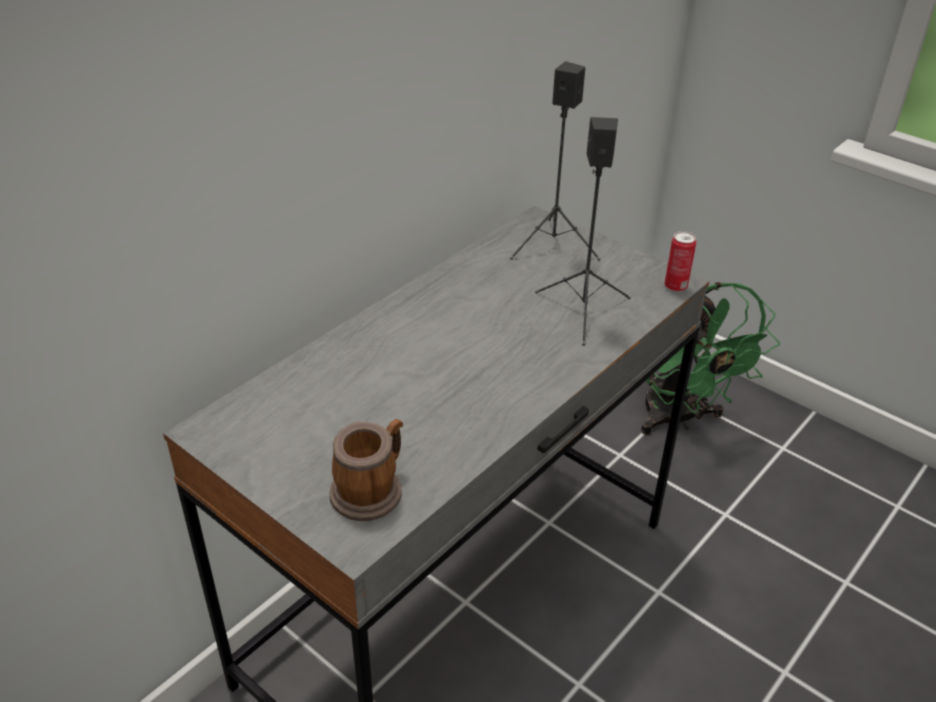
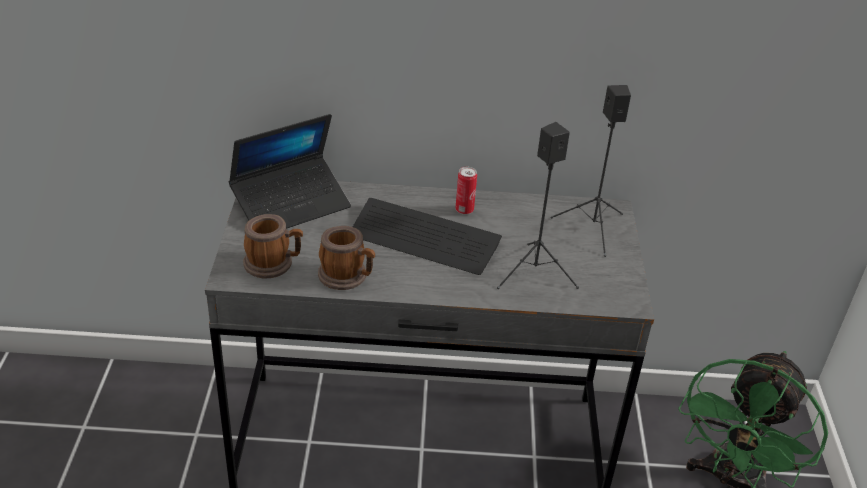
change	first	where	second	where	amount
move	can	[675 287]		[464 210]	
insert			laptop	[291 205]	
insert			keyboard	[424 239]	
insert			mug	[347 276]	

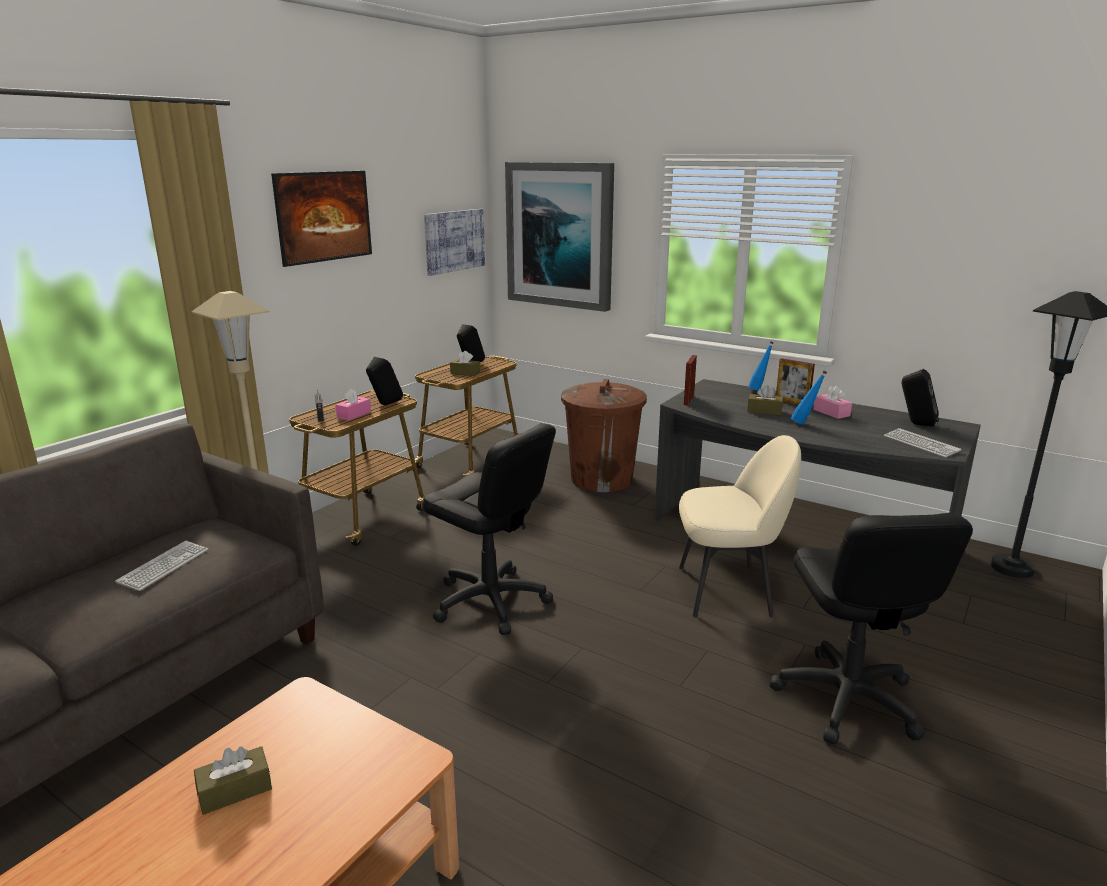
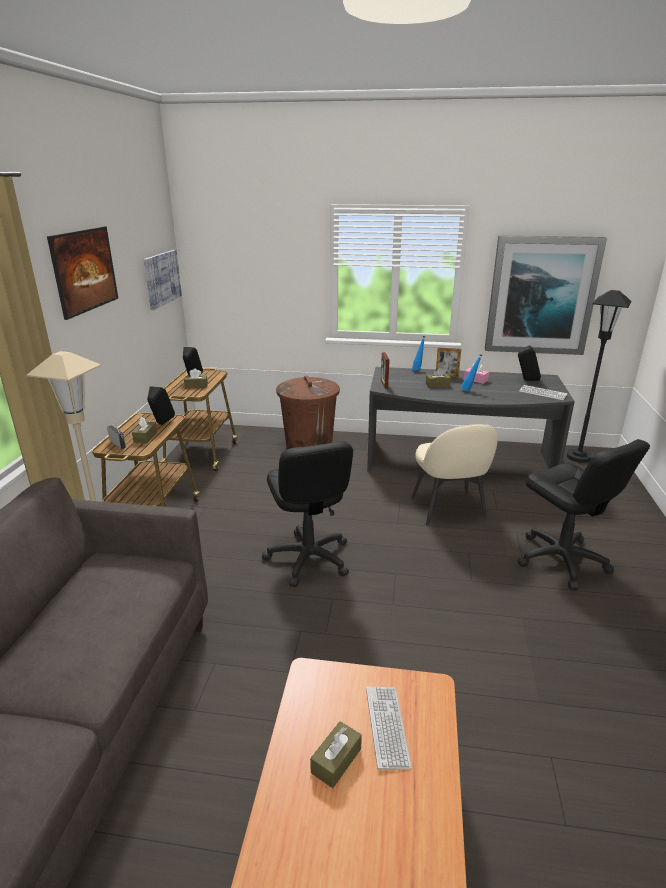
change	first	where	second	where	amount
move	picture	[560 235]		[541 295]	
recolor	tissue box/pink	[354 414]	tissue box/brown	[145 437]	
rotate	office chair/black	[490 602]		[308 558]	60 degrees clockwise
rotate	chair/beige	[727 591]		[448 510]	105 degrees clockwise
move	keyboard	[164 566]		[387 727]	

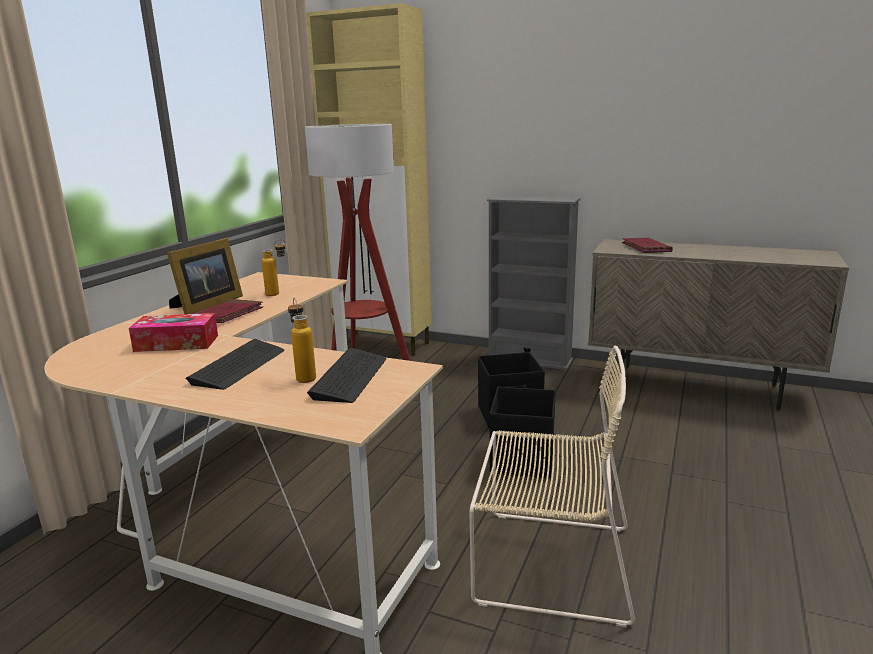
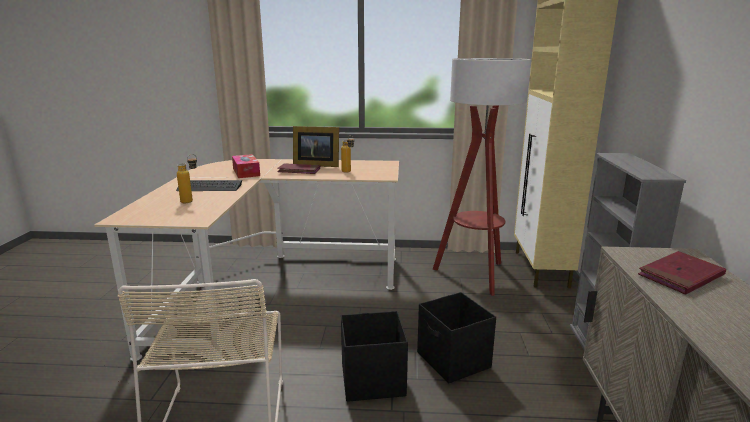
change	first	where	second	where	amount
delete	keyboard	[350 377]			

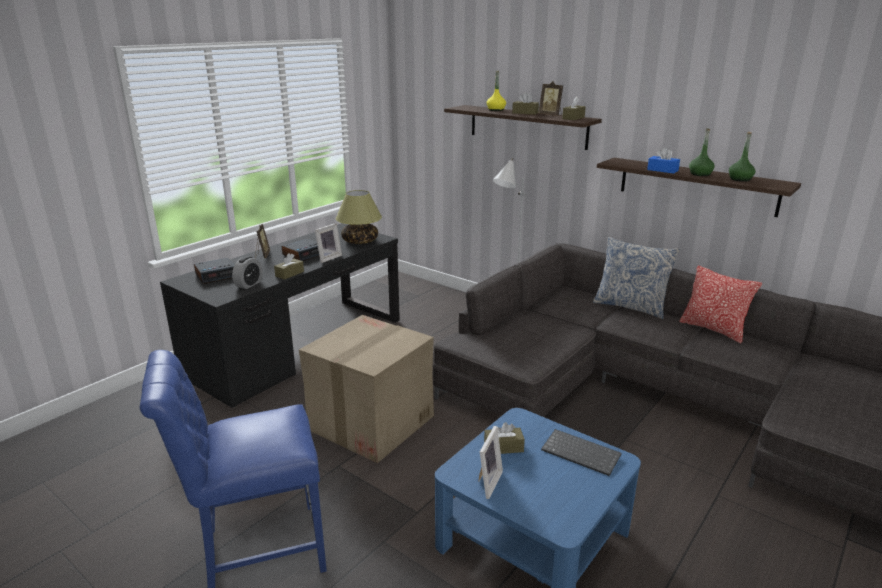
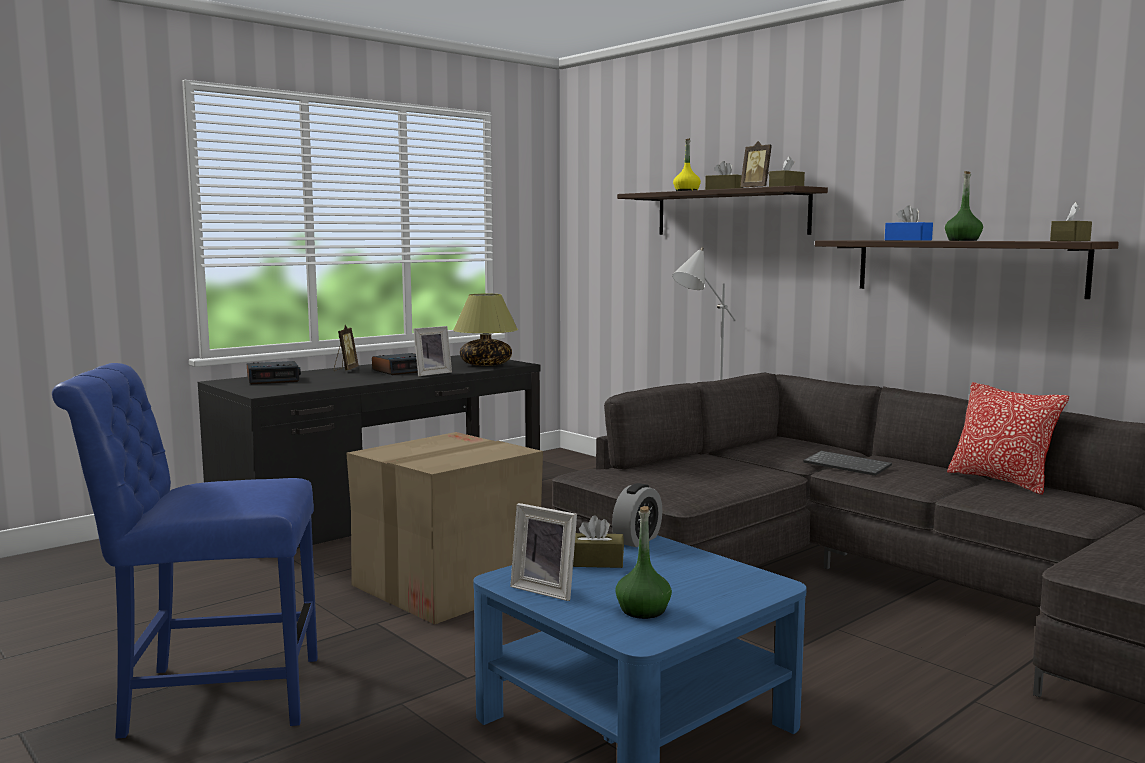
change	first	where	second	where	amount
move	bottle/green	[740 179]		[643 611]	
delete	pillow	[630 306]			
move	tissue box/brown	[289 274]		[1070 241]	
move	alarm clock	[249 284]		[637 540]	
rotate	picture frame	[486 482]		[547 589]	90 degrees clockwise
move	keyboard	[582 453]		[848 465]	

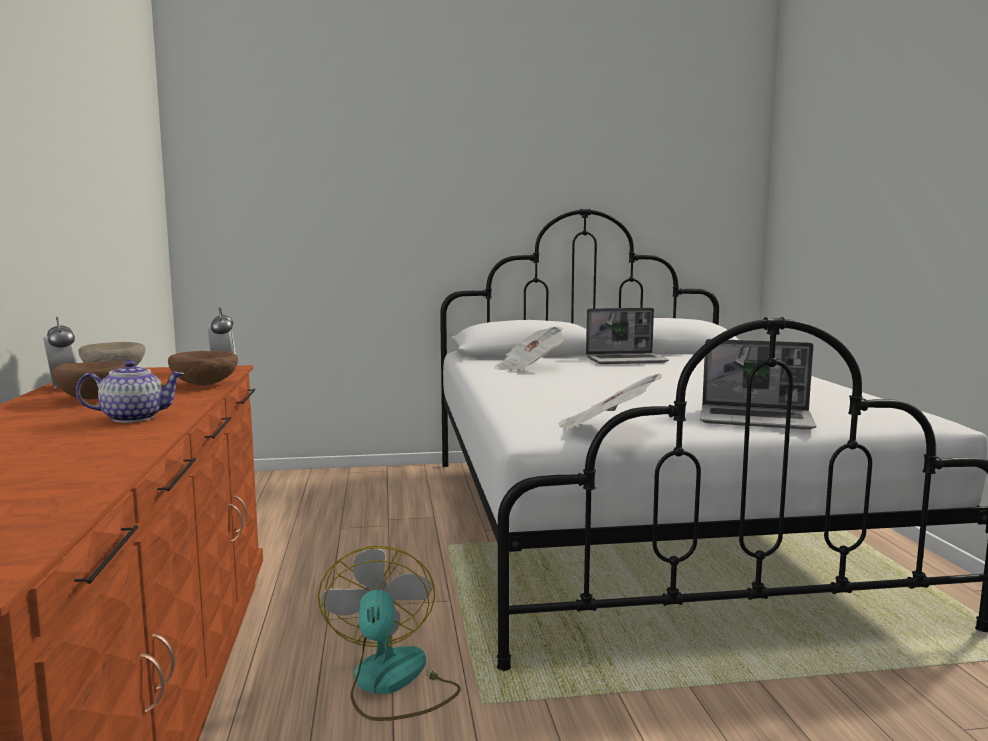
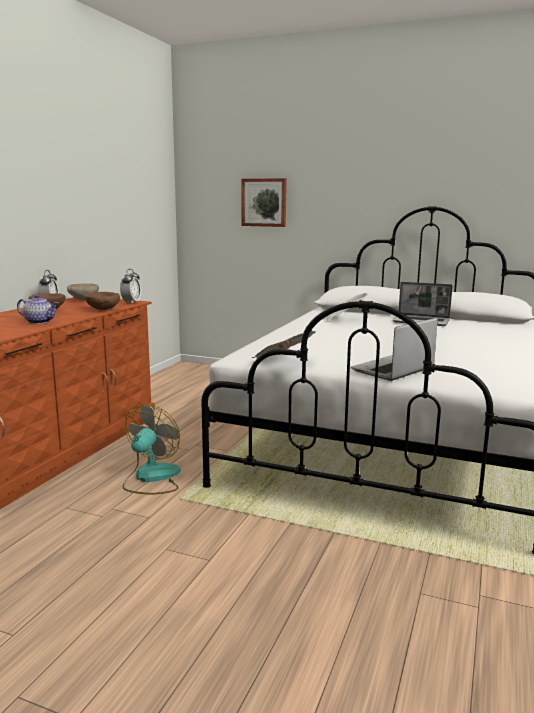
change	first	where	second	where	amount
rotate	laptop	[757 419]		[392 370]	90 degrees clockwise
insert			picture	[264 202]	

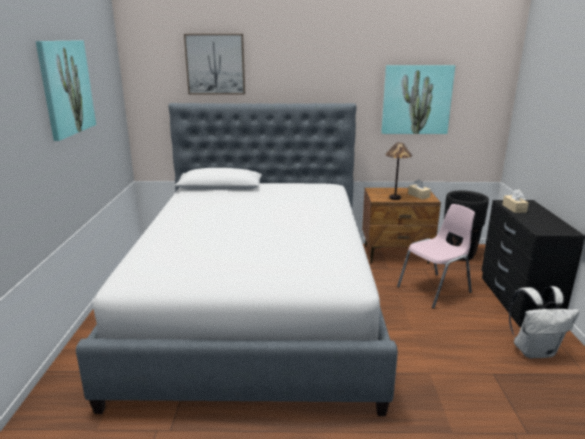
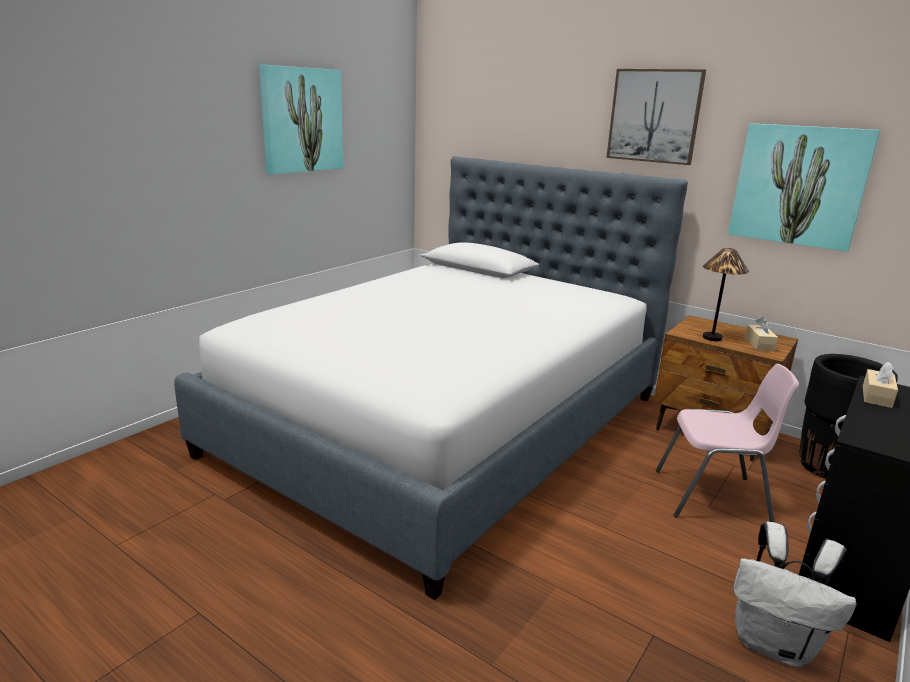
change	first	where	second	where	amount
move	picture	[215 64]		[654 116]	

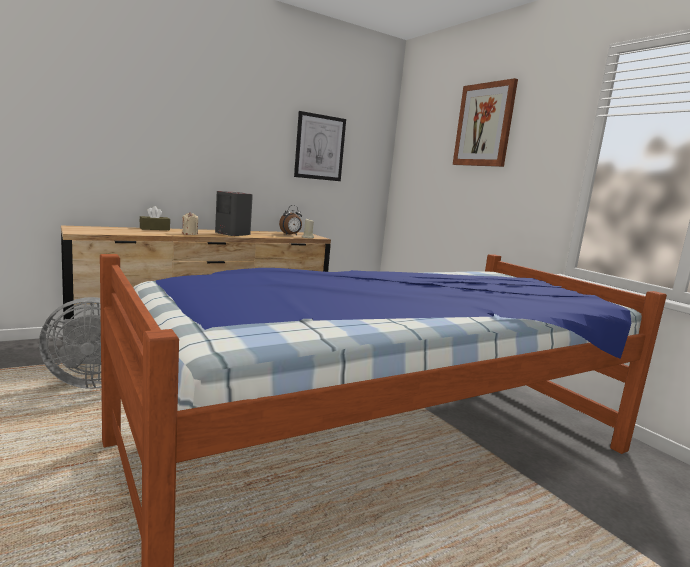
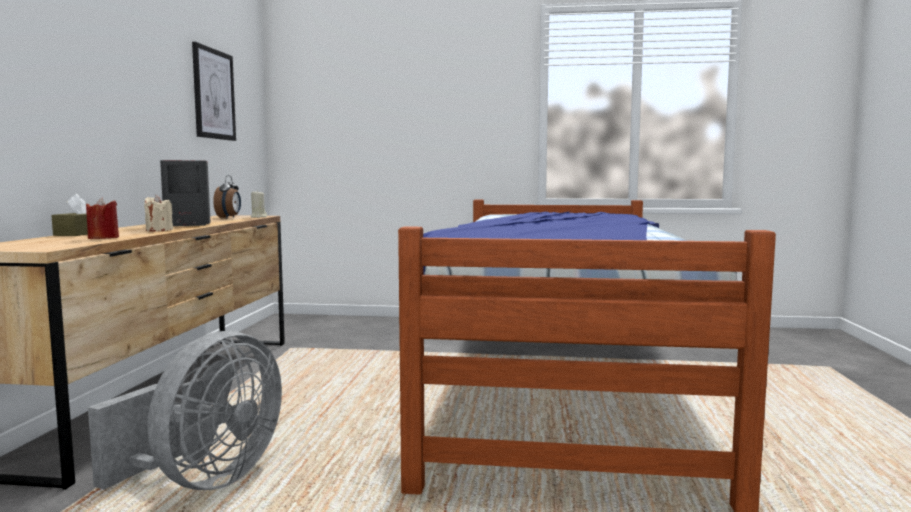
change	first	where	second	where	amount
delete	picture	[484 125]			
insert			candle/red	[103 238]	

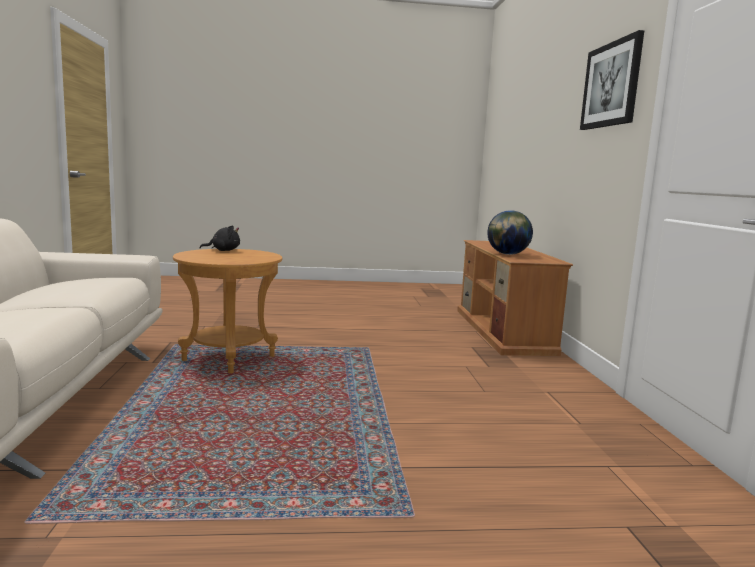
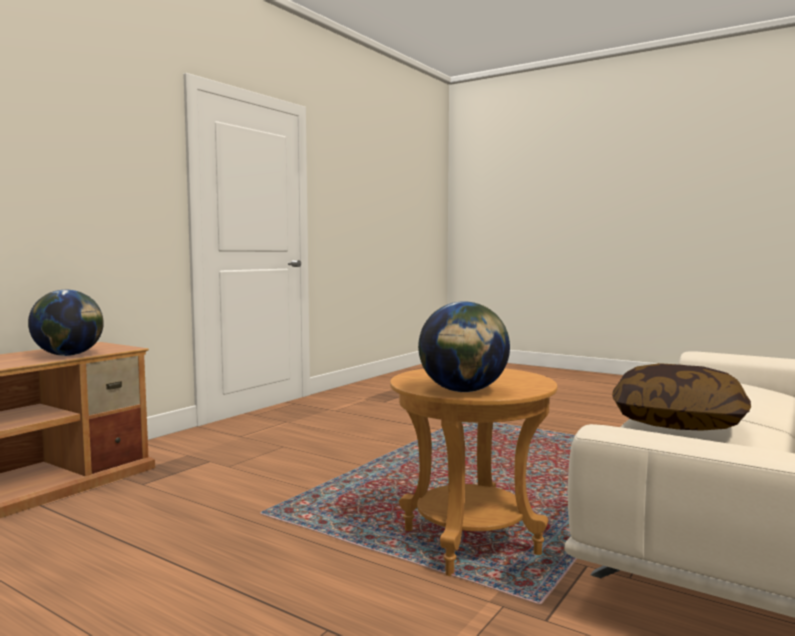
change	first	where	second	where	amount
delete	picture	[611 85]			
replace	plush toy/black	[223 250]	globe	[463 391]	
insert			pillow	[678 422]	

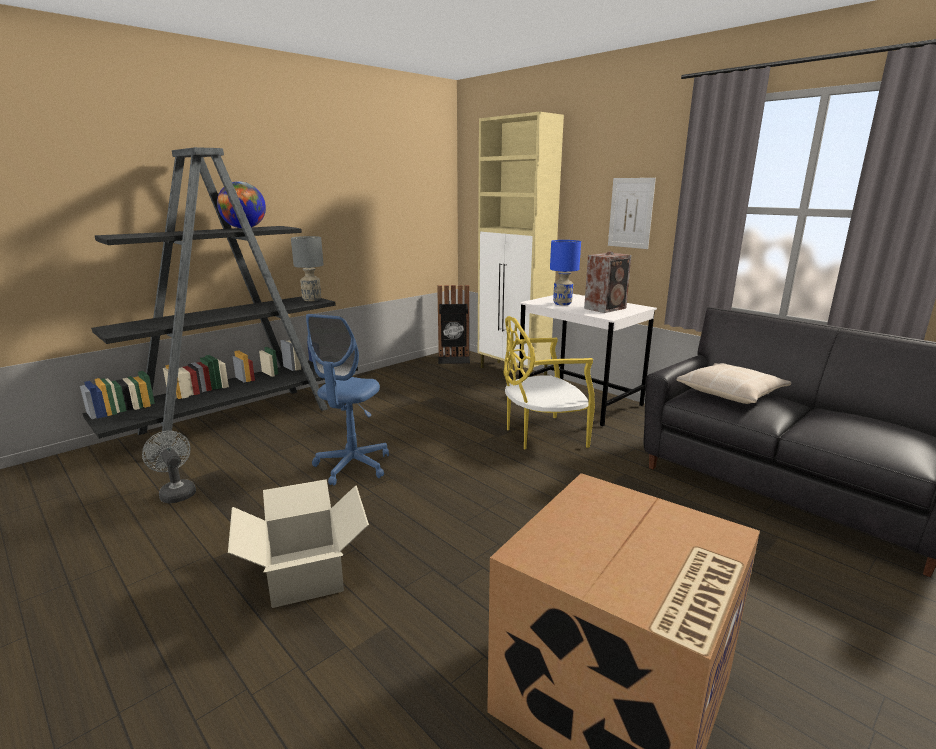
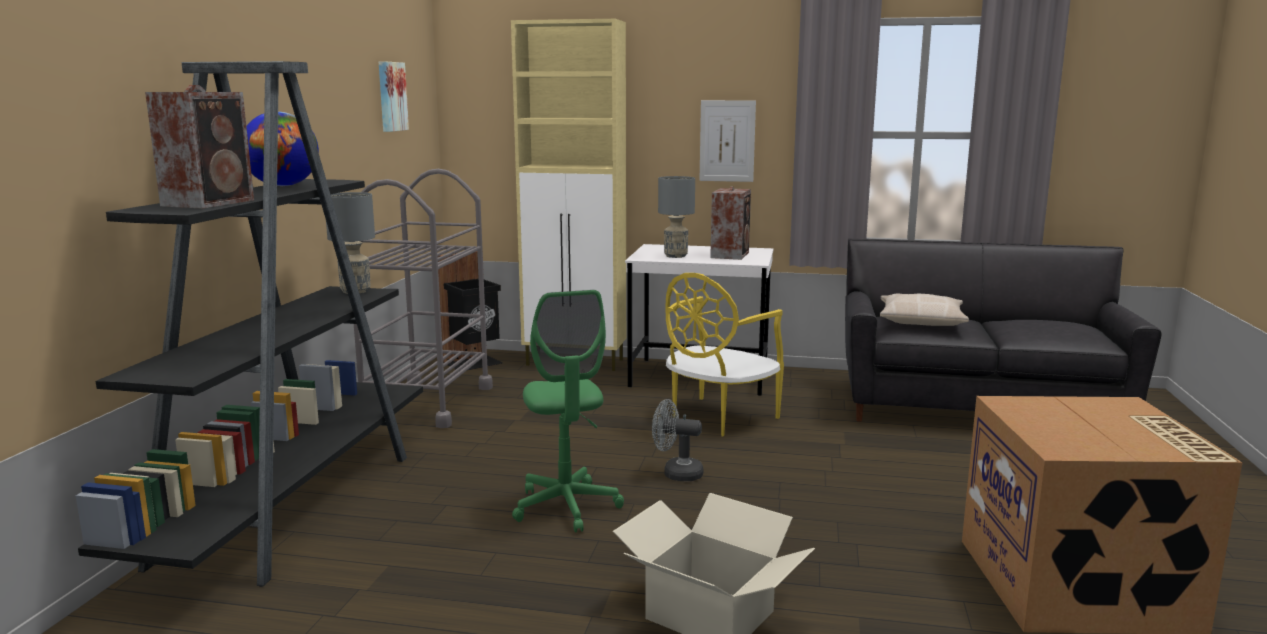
change	first	where	second	where	amount
recolor	table lamp/blue	[562 303]	table lamp/grey	[675 256]	
recolor	office chair/blue	[352 466]	office chair/green	[566 507]	
move	fan/grey	[176 492]		[676 473]	
insert			picture	[391 96]	
insert			speaker	[211 202]	
insert			cart/grey	[427 403]	

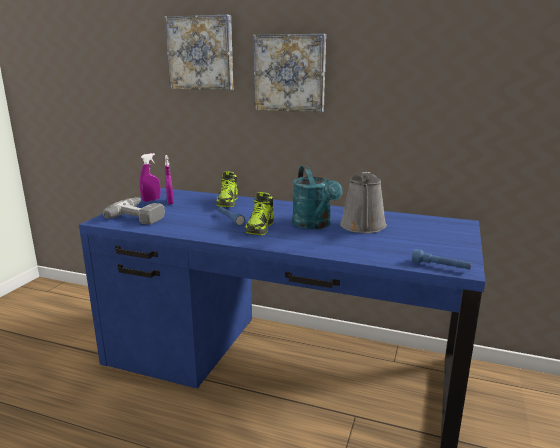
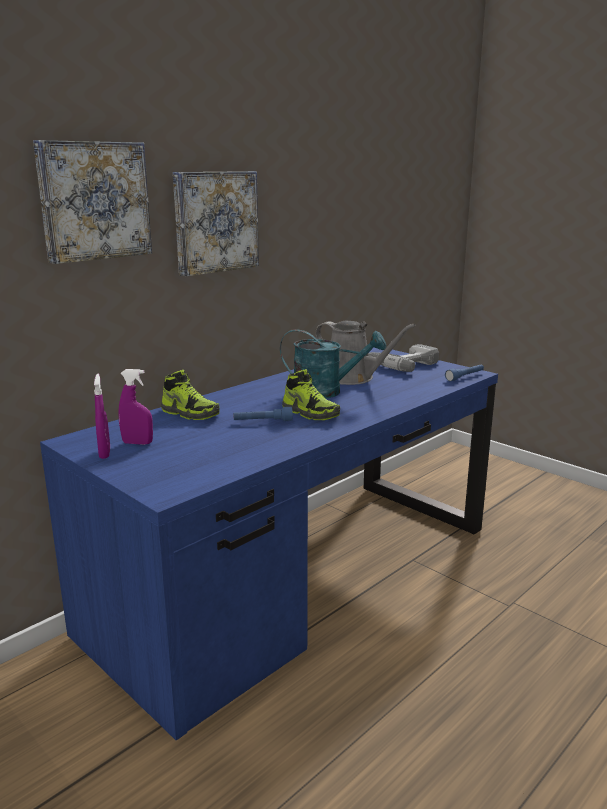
change	first	where	second	where	amount
move	power drill	[141 215]		[402 364]	

